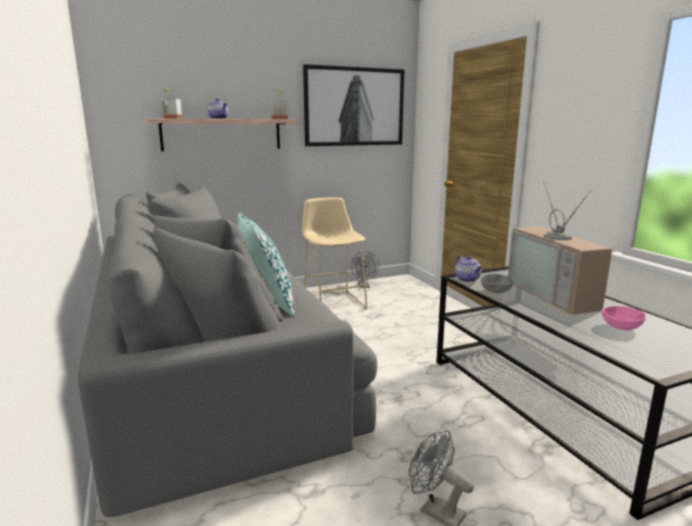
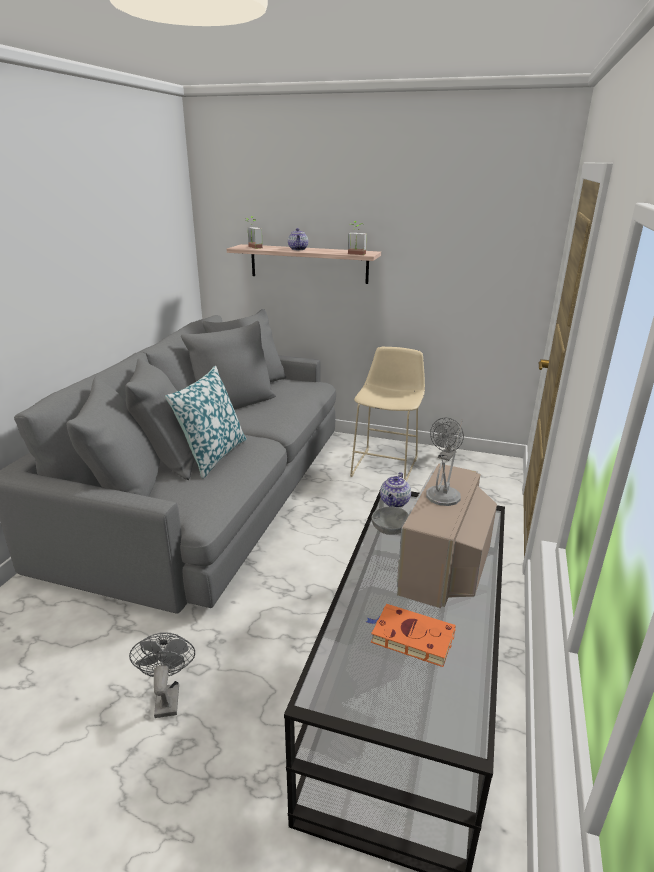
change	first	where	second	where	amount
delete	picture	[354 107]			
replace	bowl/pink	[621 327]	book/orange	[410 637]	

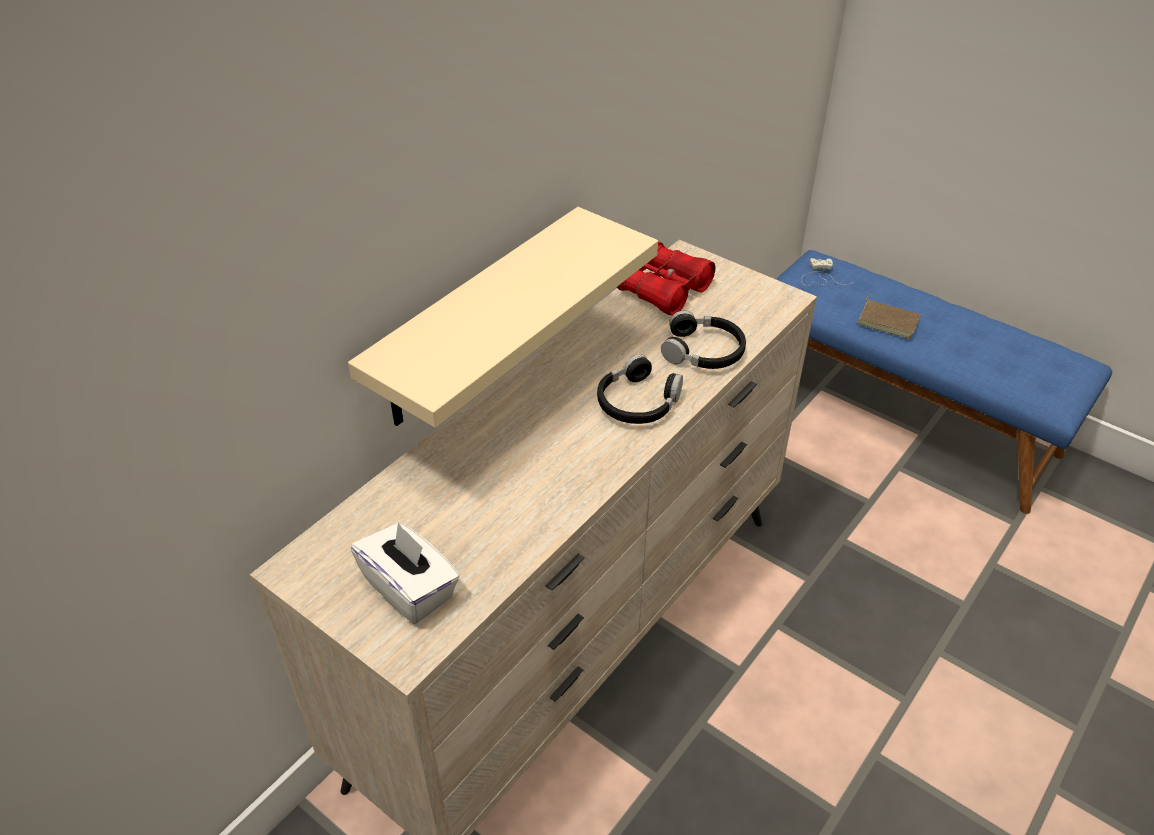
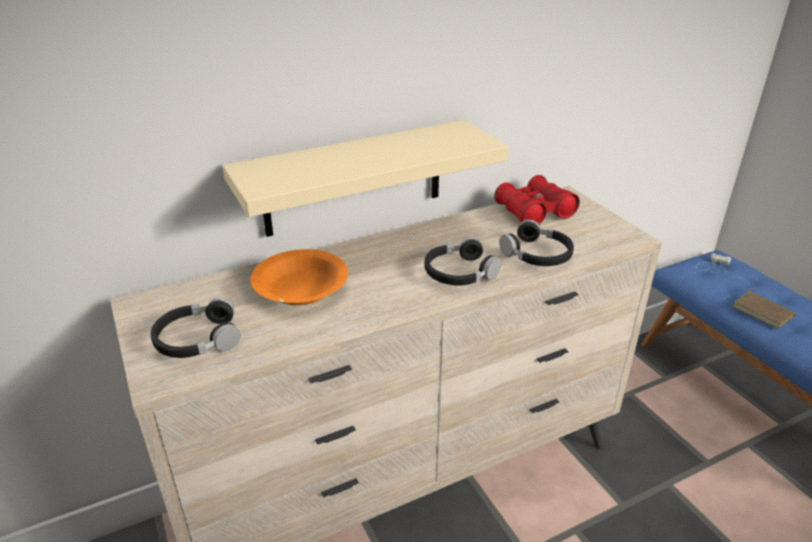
change	first	where	second	where	amount
replace	tissue box/white	[410 589]	headphones/black	[197 339]	
insert			bowl/orange	[301 289]	

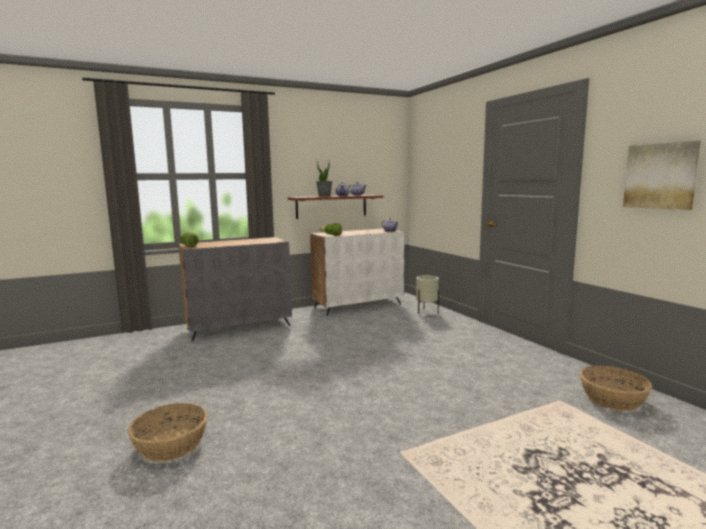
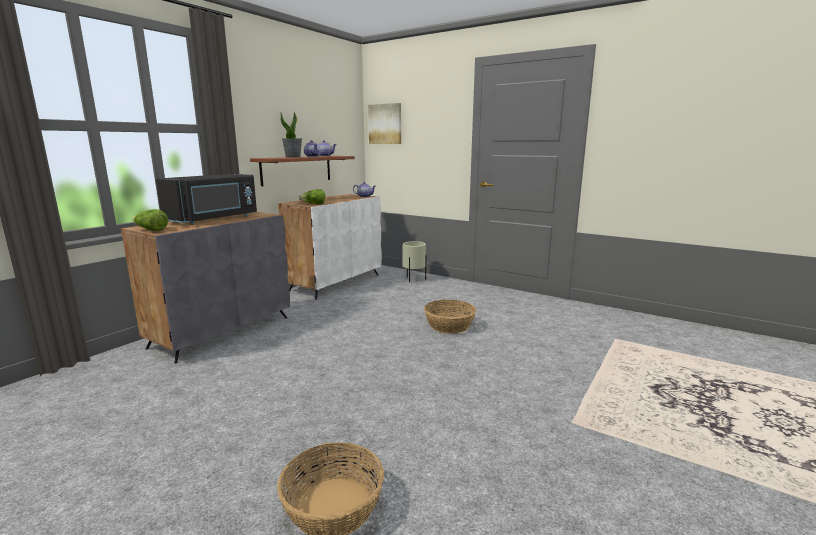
change	first	where	second	where	amount
move	picture	[660 176]		[385 124]	
move	basket	[612 399]		[449 325]	
insert			microwave/black	[215 219]	

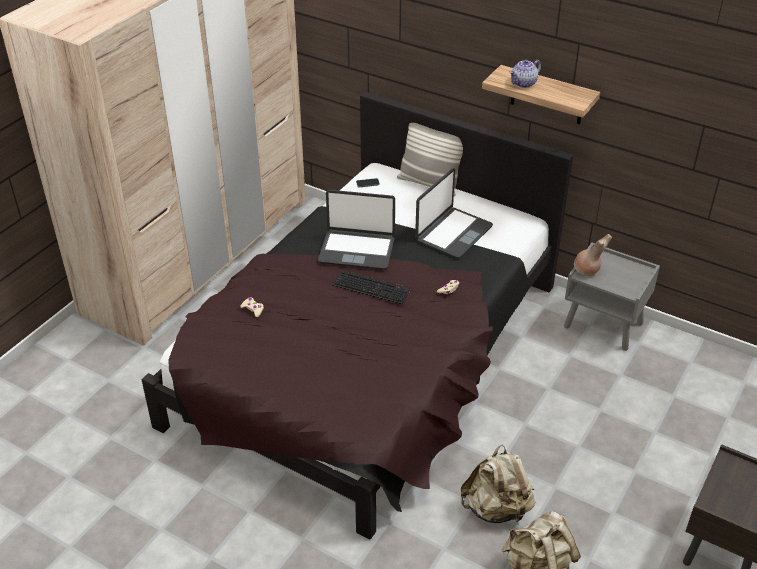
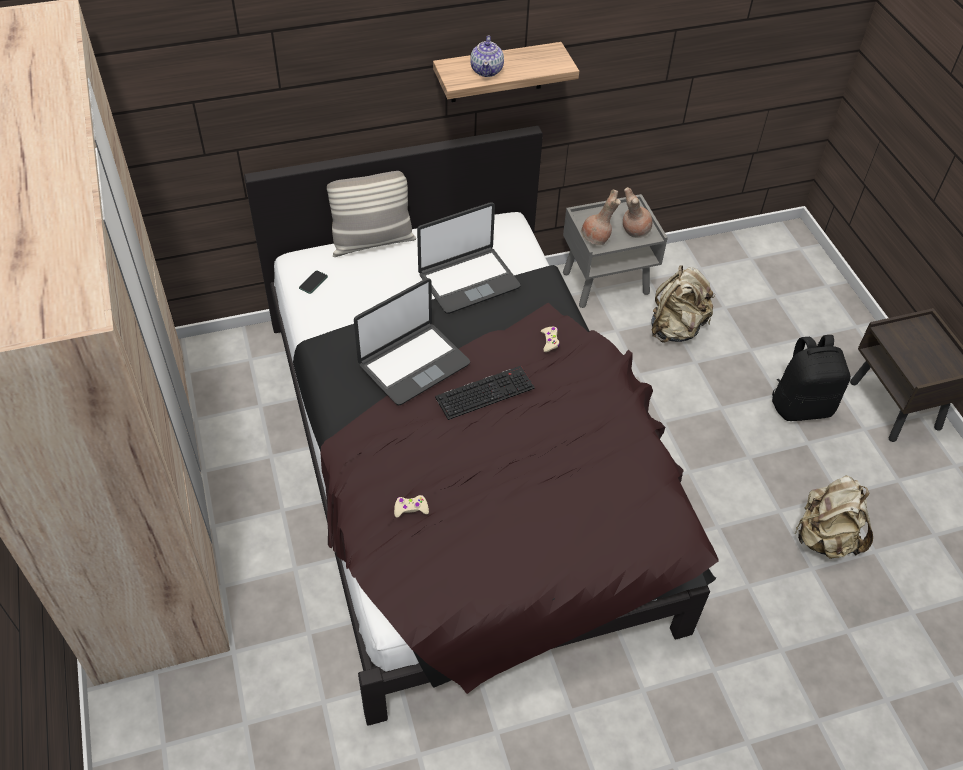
change	first	where	second	where	amount
rotate	laptop	[453 233]		[468 280]	75 degrees clockwise
move	backpack/beige	[497 509]		[676 328]	
insert			vase/brown	[634 230]	
insert			backpack/black	[801 405]	

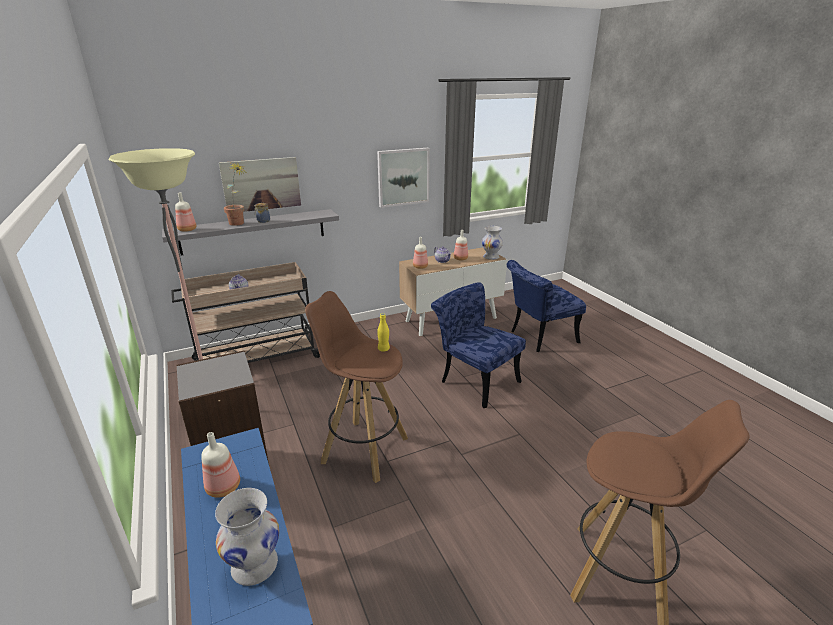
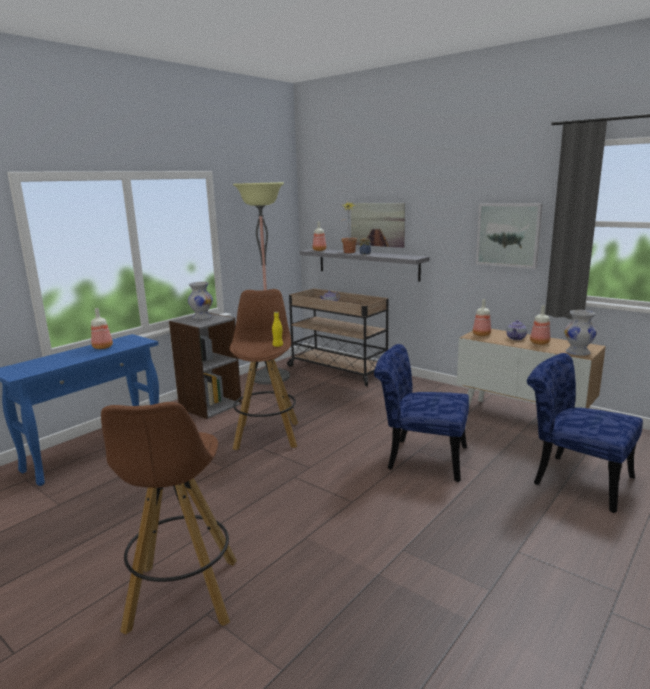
change	first	where	second	where	amount
rotate	chair/blue	[474 380]		[419 458]	90 degrees counterclockwise
move	vase/white	[253 565]		[202 317]	

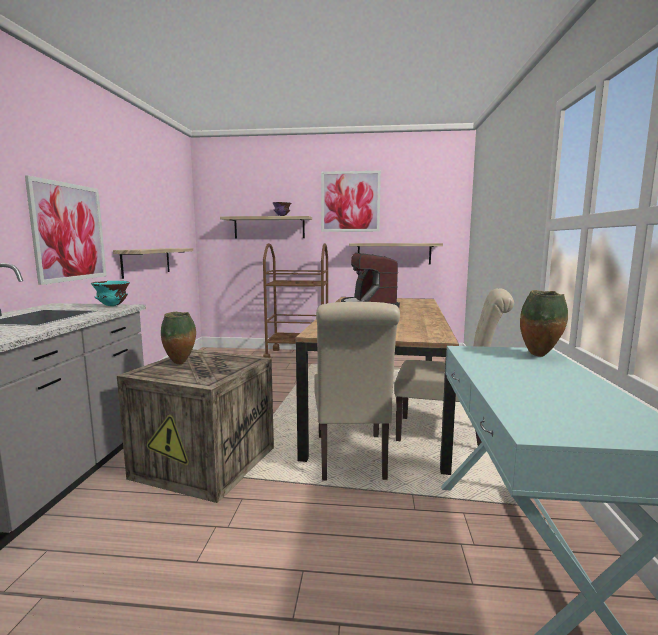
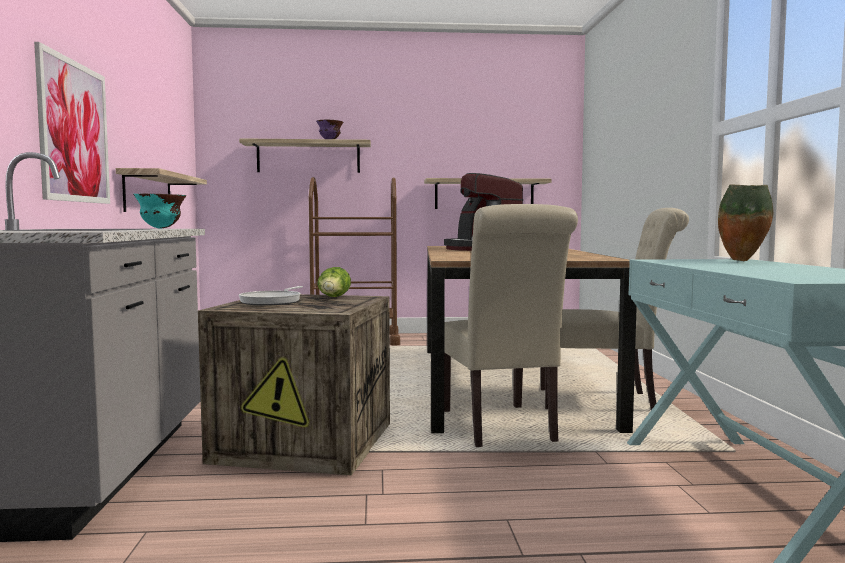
change	first	where	second	where	amount
delete	picture	[350 201]			
replace	vase	[181 363]	frying pan	[273 301]	
insert			lettuce	[334 298]	

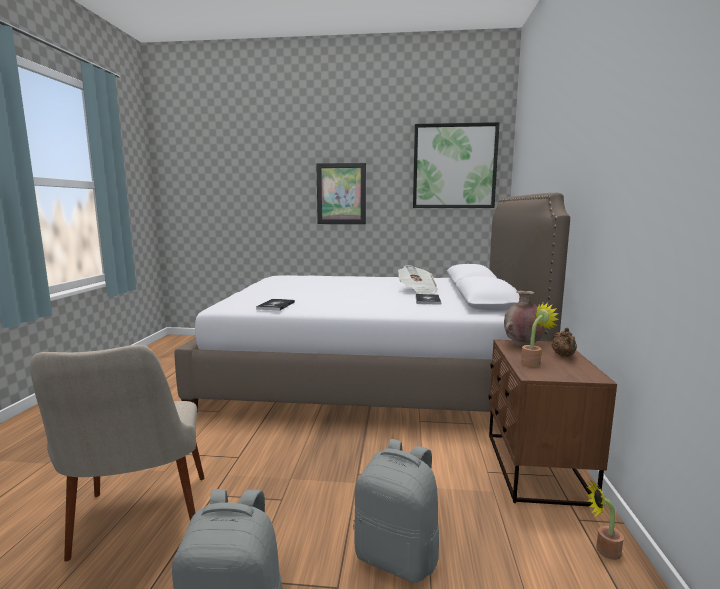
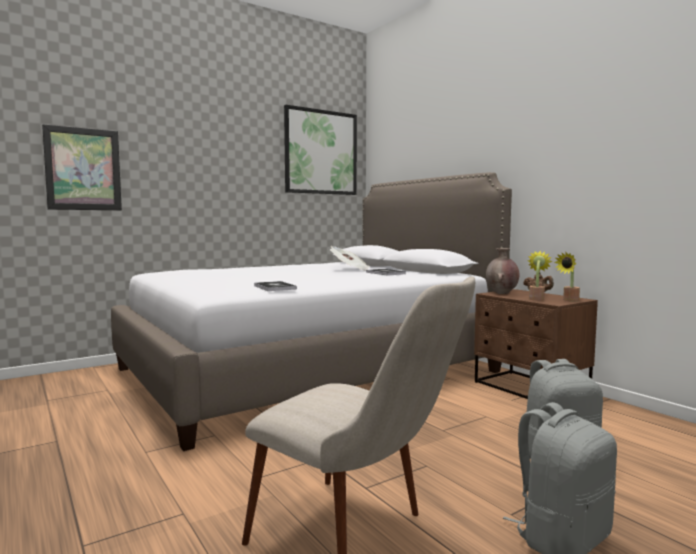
change	first	where	second	where	amount
move	picture	[341 194]		[83 169]	
move	potted plant	[603 550]		[569 300]	

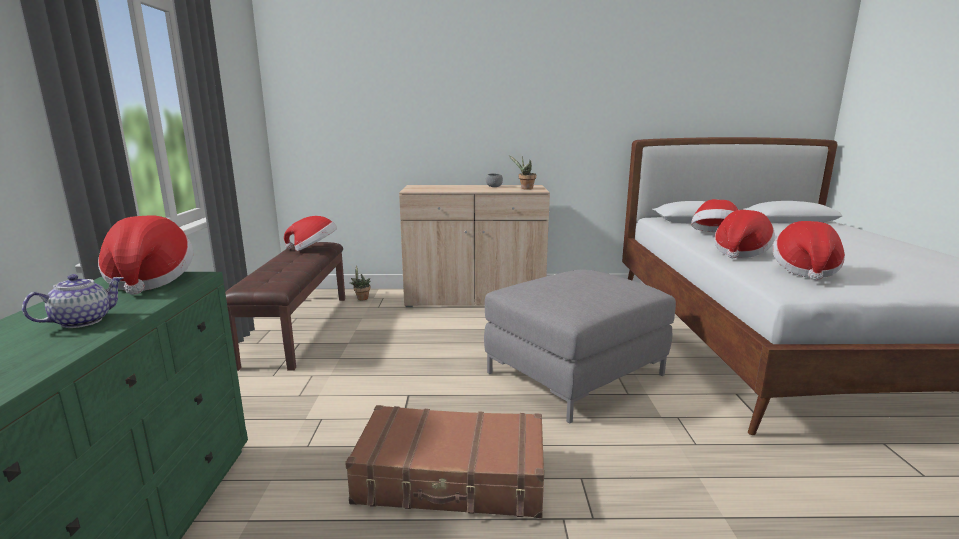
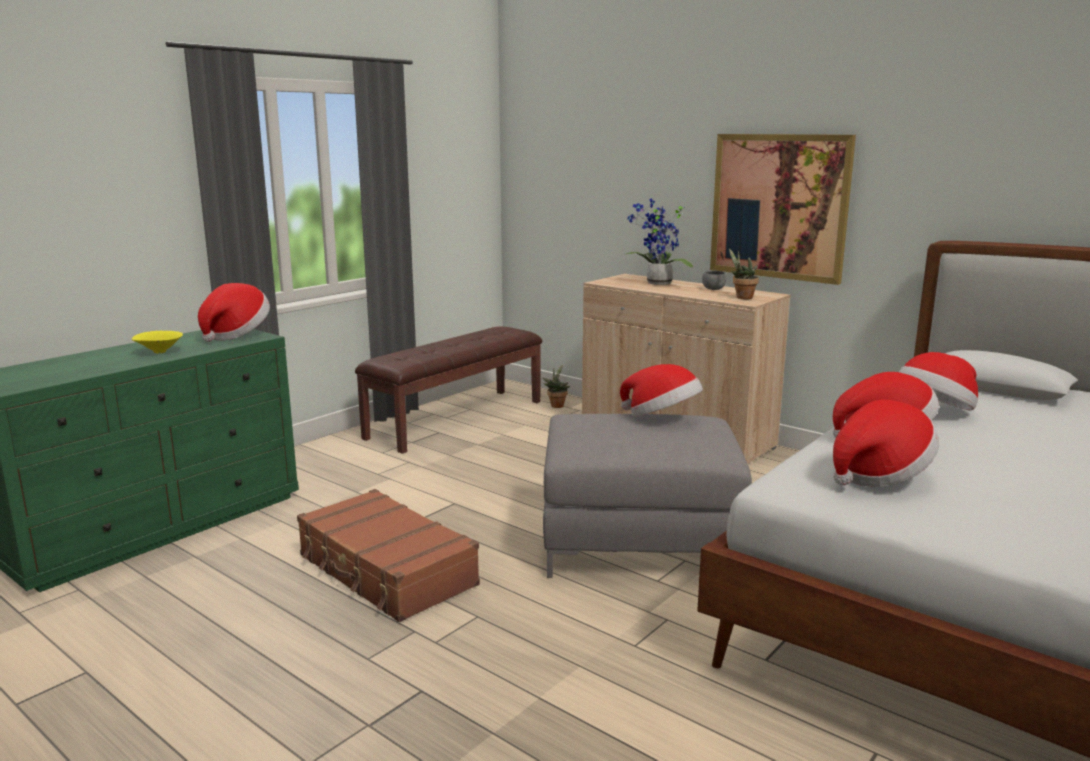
change	first	where	second	where	amount
move	hat	[314 249]		[661 417]	
replace	teapot	[83 321]	bowl/yellow	[158 352]	
insert			picture	[779 206]	
insert			potted plant	[657 284]	

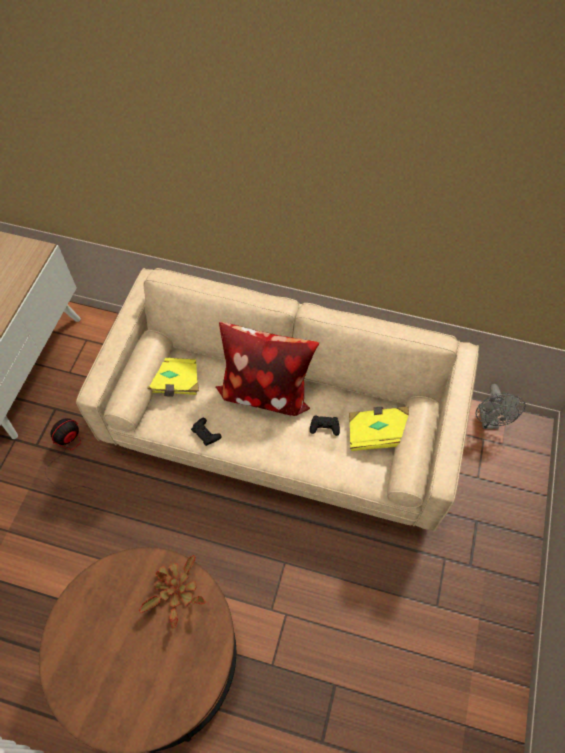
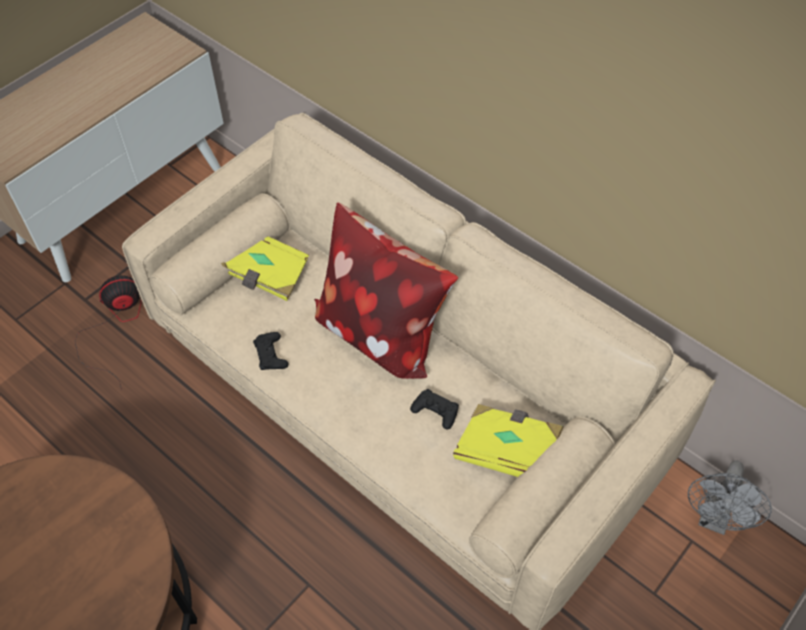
change	first	where	second	where	amount
delete	potted plant	[175 591]			

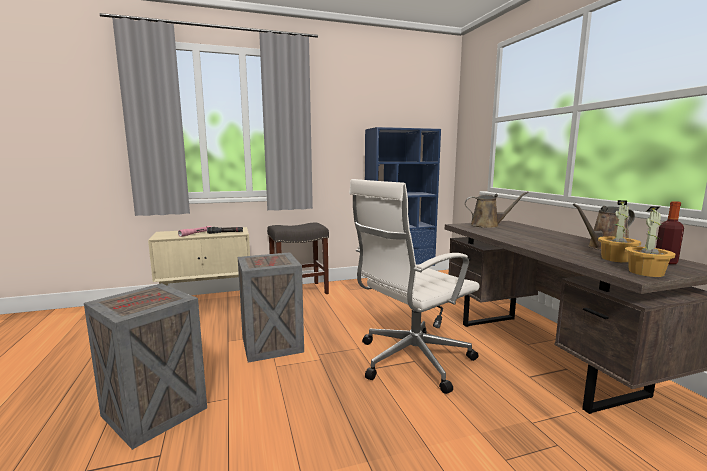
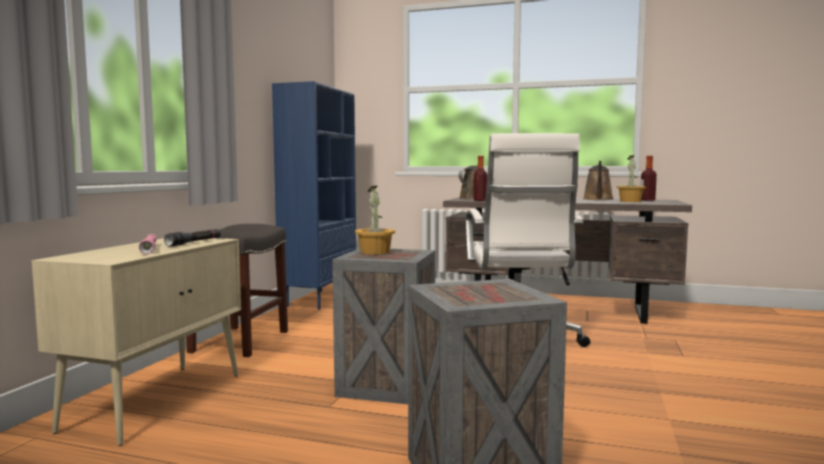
change	first	where	second	where	amount
move	potted plant	[646 272]		[375 252]	
insert			bottle	[480 200]	

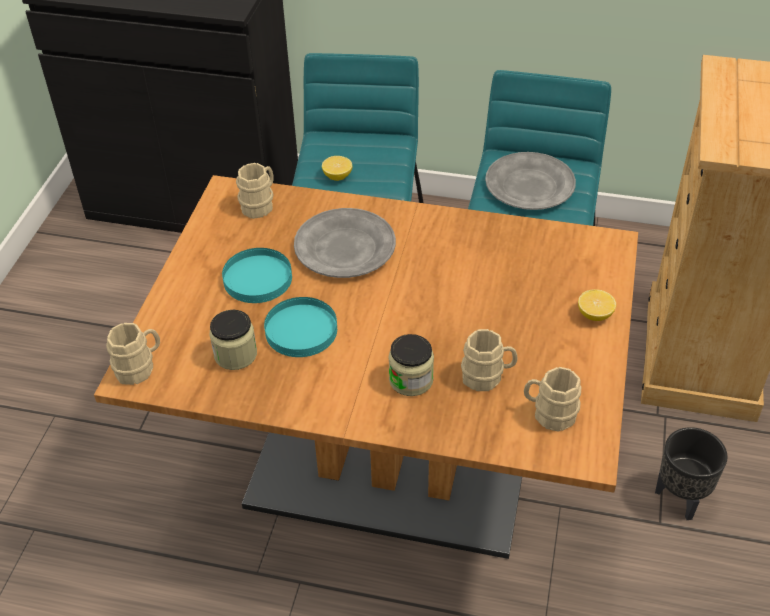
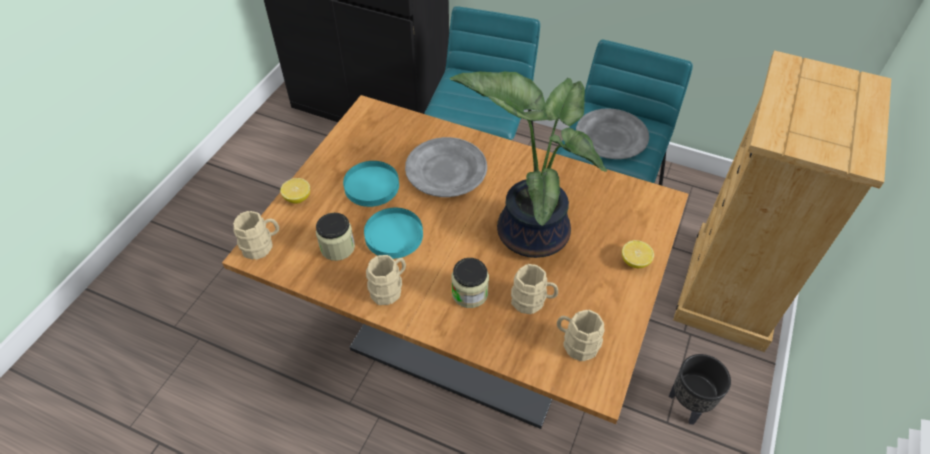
change	first	where	second	where	amount
move	lemon	[337 176]		[297 198]	
move	mug/beige	[260 204]		[389 288]	
insert			potted plant	[530 230]	

